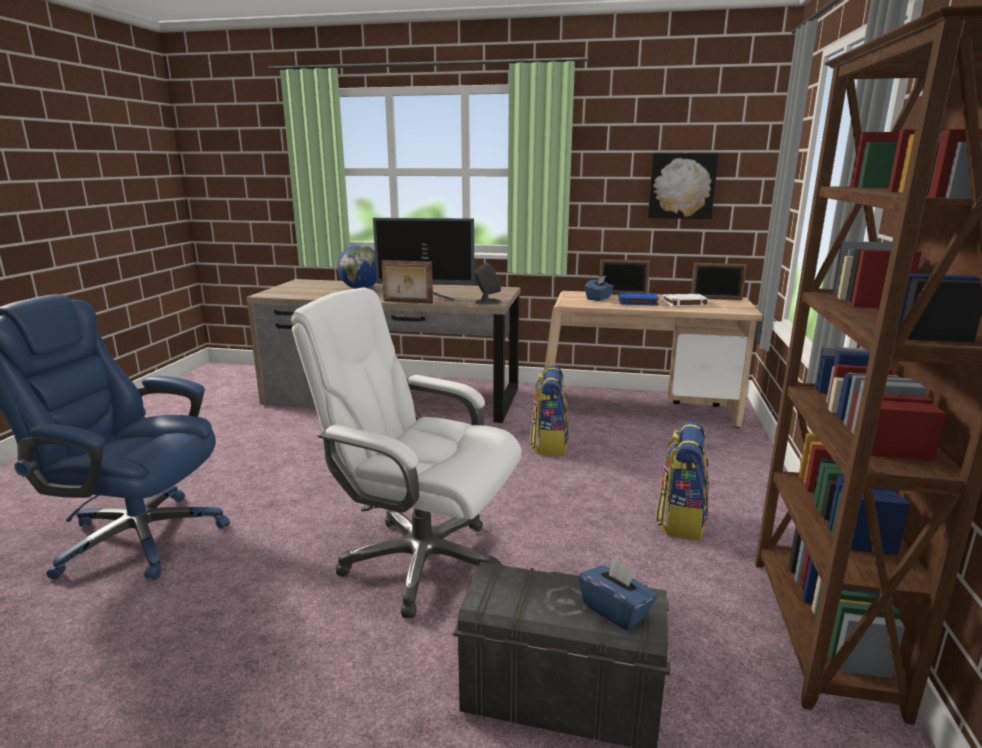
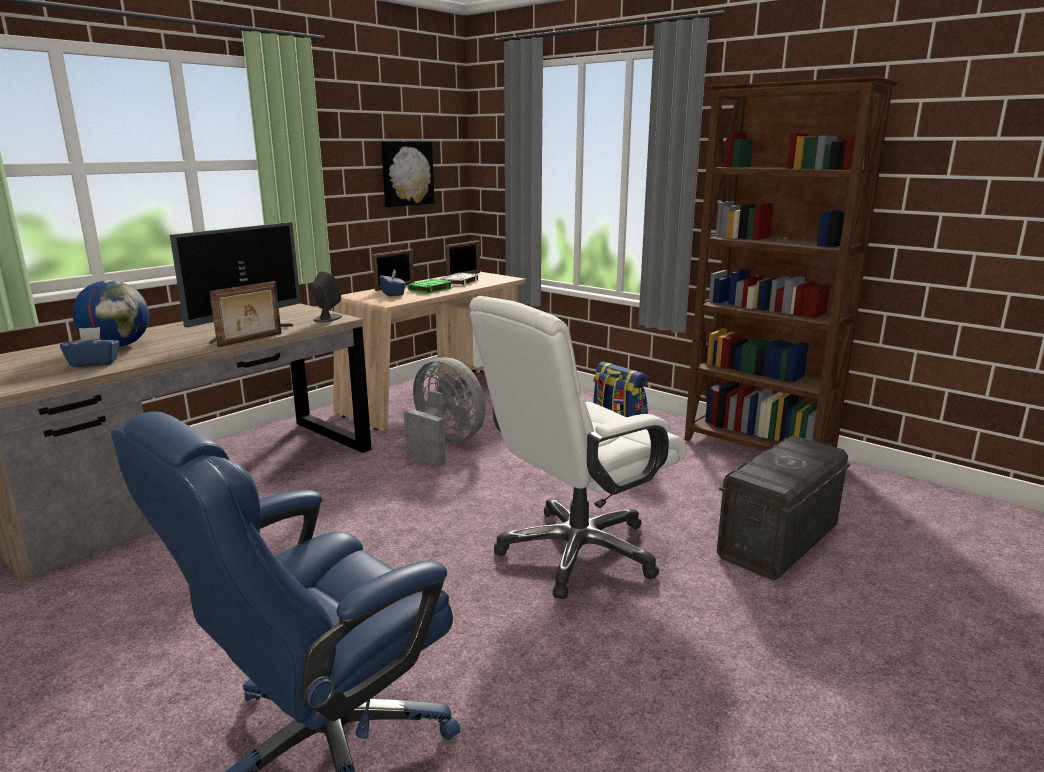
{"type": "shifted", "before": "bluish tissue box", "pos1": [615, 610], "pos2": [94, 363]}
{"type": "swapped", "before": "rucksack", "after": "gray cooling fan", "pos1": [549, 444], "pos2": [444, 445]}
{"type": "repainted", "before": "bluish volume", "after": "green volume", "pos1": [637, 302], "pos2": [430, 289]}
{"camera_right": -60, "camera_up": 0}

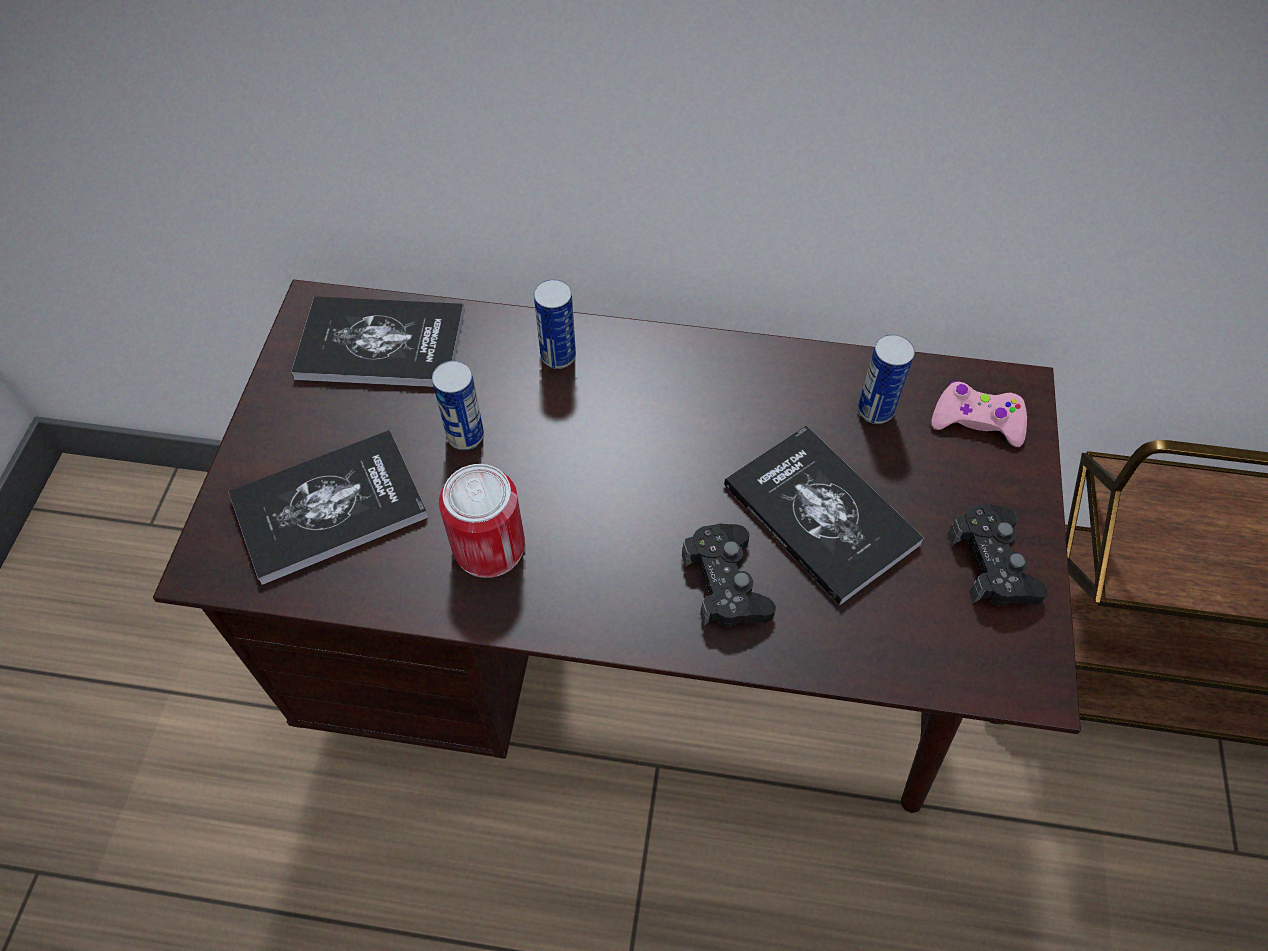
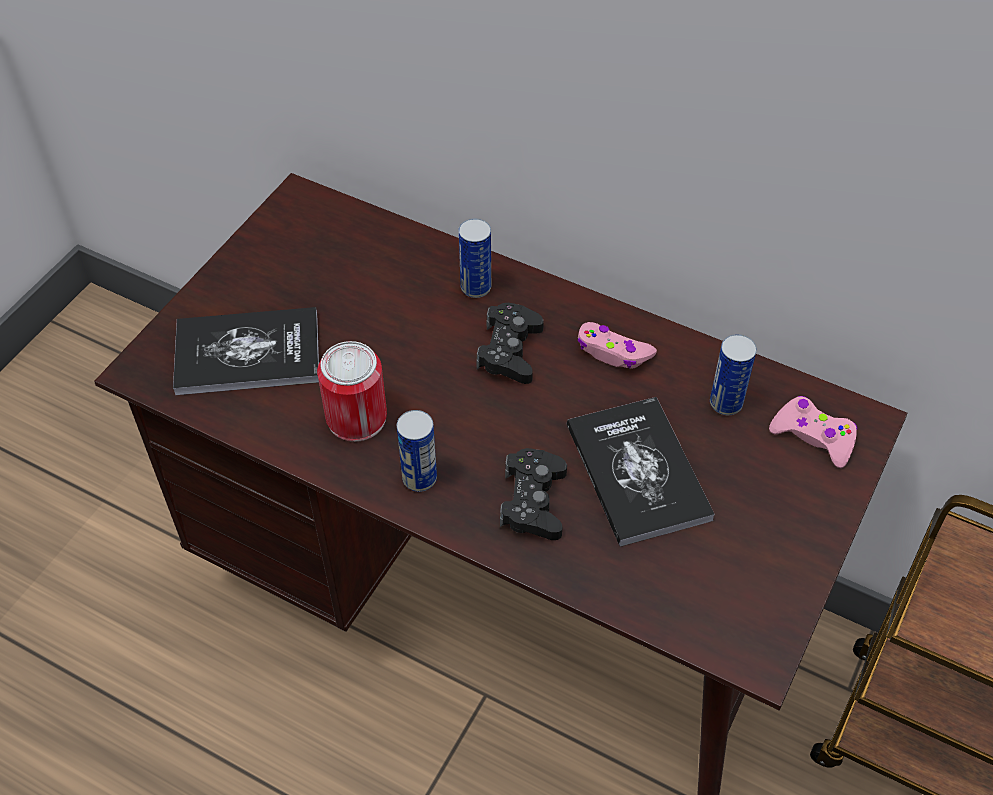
{"type": "shifted", "before": "sealed can", "pos1": [465, 436], "pos2": [419, 478]}
{"type": "shifted", "before": "blackish game controller", "pos1": [993, 564], "pos2": [510, 351]}
{"type": "new", "after": "pink-coloured game controller", "pos2": [613, 352]}
{"type": "gone", "before": "volume", "pos1": [381, 344]}
{"camera_right": 20, "camera_up": -5}

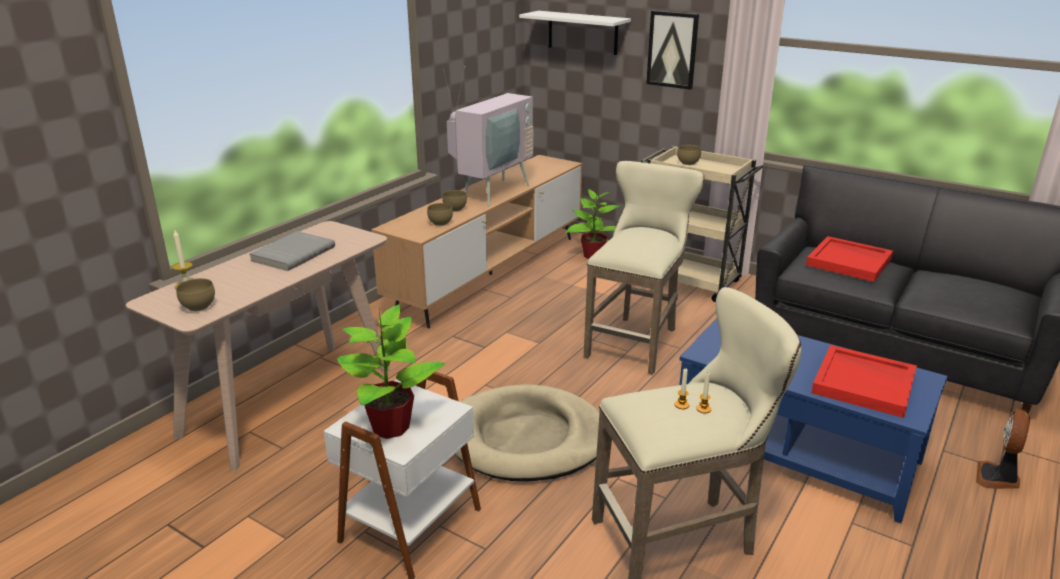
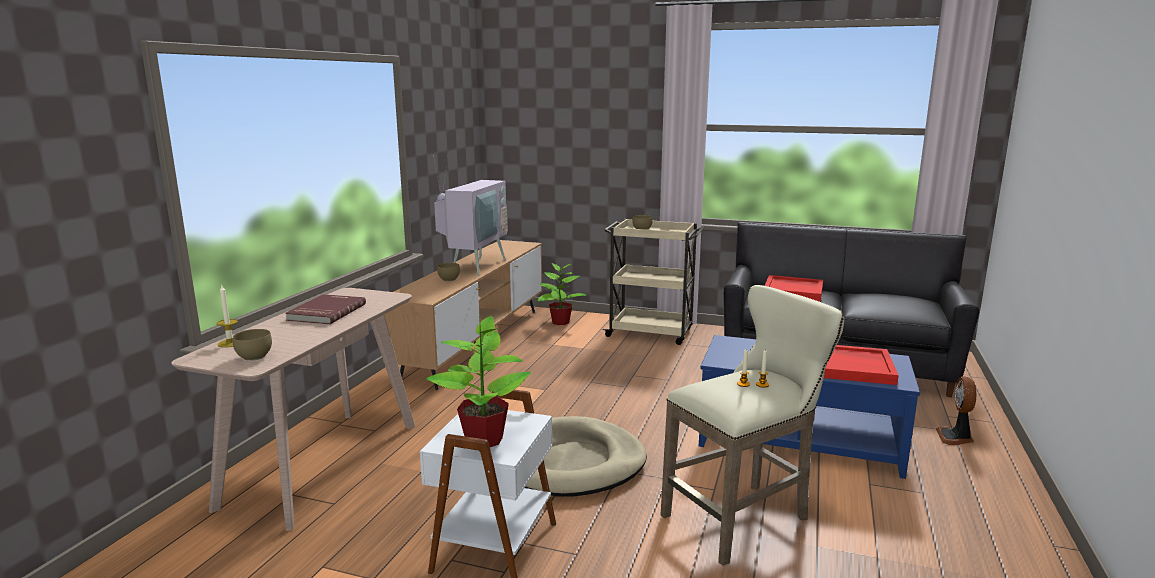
{"type": "repainted", "before": "gray volume", "after": "reddish volume", "pos1": [292, 253], "pos2": [326, 312]}
{"type": "gone", "before": "brown-coloured bowl", "pos1": [441, 223]}
{"type": "gone", "before": "whitish bracket shelf", "pos1": [582, 32]}
{"type": "gone", "before": "beige sitting stool", "pos1": [636, 341]}
{"type": "gone", "before": "wall art", "pos1": [672, 49]}
{"camera_right": -15, "camera_up": -10}

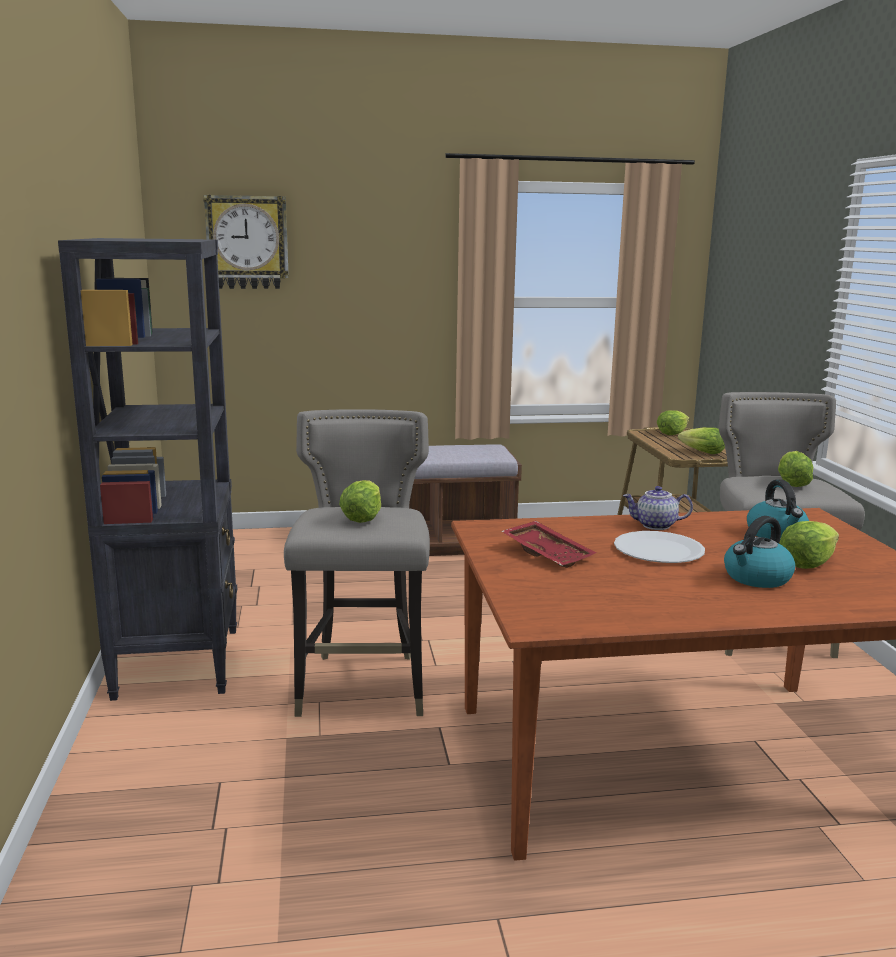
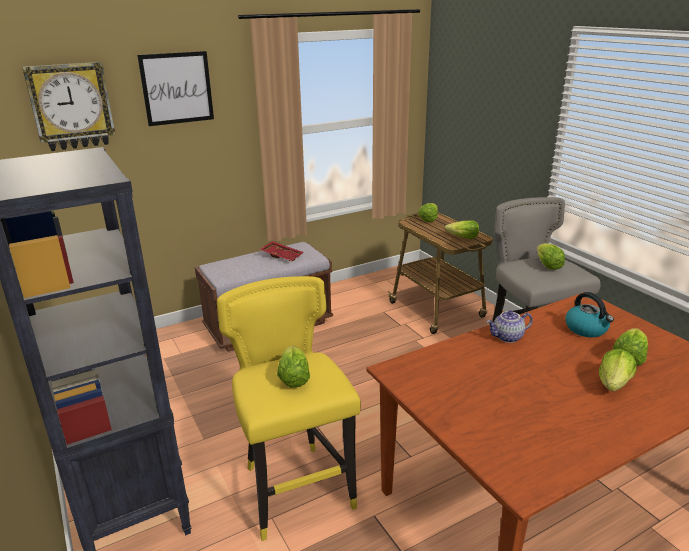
{"type": "new", "after": "wall art", "pos2": [177, 88]}
{"type": "repainted", "before": "gray sitting stool", "after": "yellow-coloured sitting stool", "pos1": [363, 685], "pos2": [296, 489]}
{"type": "shifted", "before": "reddish serving tray", "pos1": [548, 554], "pos2": [282, 255]}
{"type": "swapped", "before": "tea kettle", "after": "head of lettuce", "pos1": [756, 578], "pos2": [614, 384]}
{"type": "gone", "before": "whitish plate", "pos1": [658, 550]}
{"camera_right": -20, "camera_up": 10}

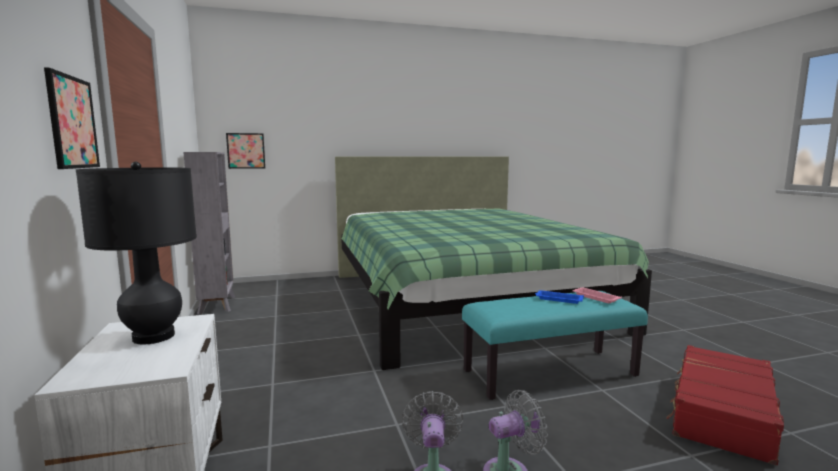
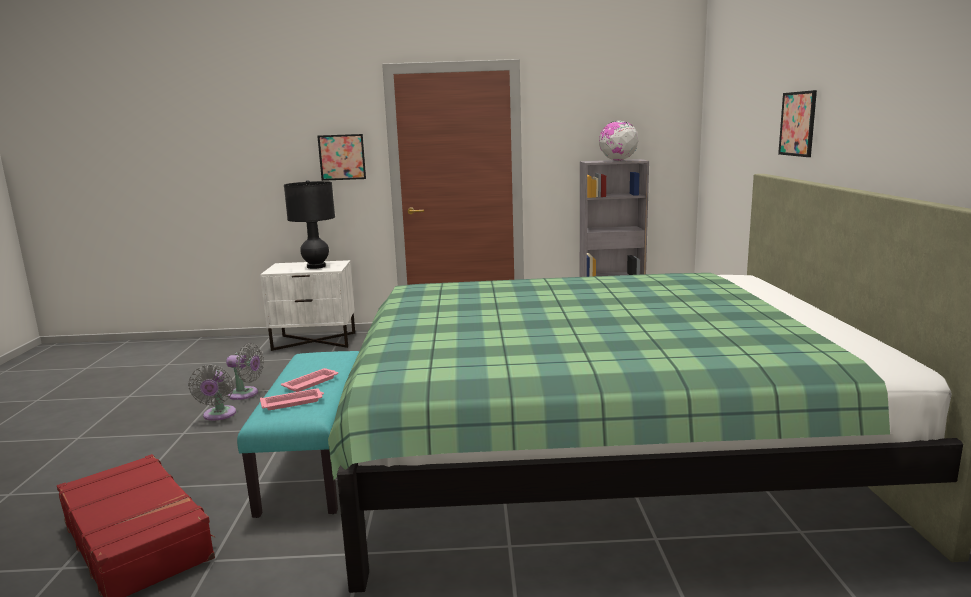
{"type": "repainted", "before": "bluish serving tray", "after": "pink-coloured serving tray", "pos1": [558, 299], "pos2": [311, 383]}
{"type": "new", "after": "desk globe", "pos2": [618, 160]}
{"type": "shifted", "before": "wall art", "pos1": [246, 150], "pos2": [798, 124]}
{"camera_right": 105, "camera_up": 5}

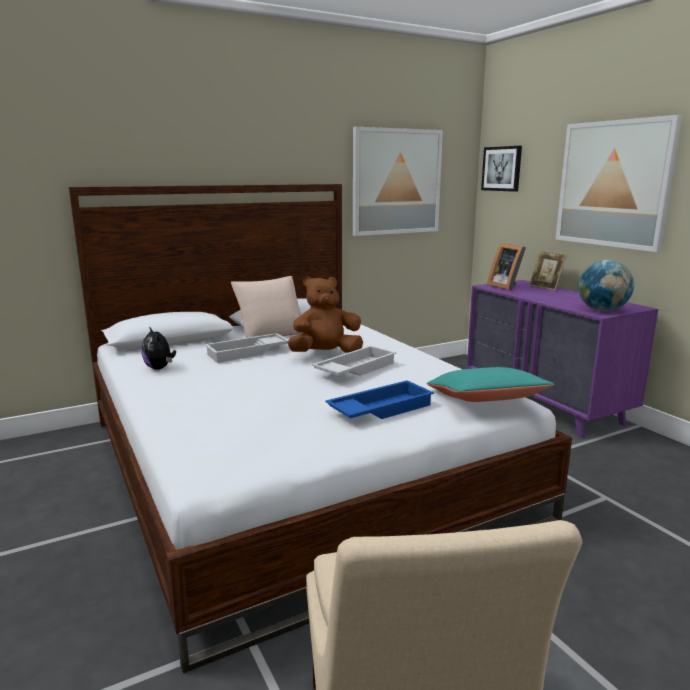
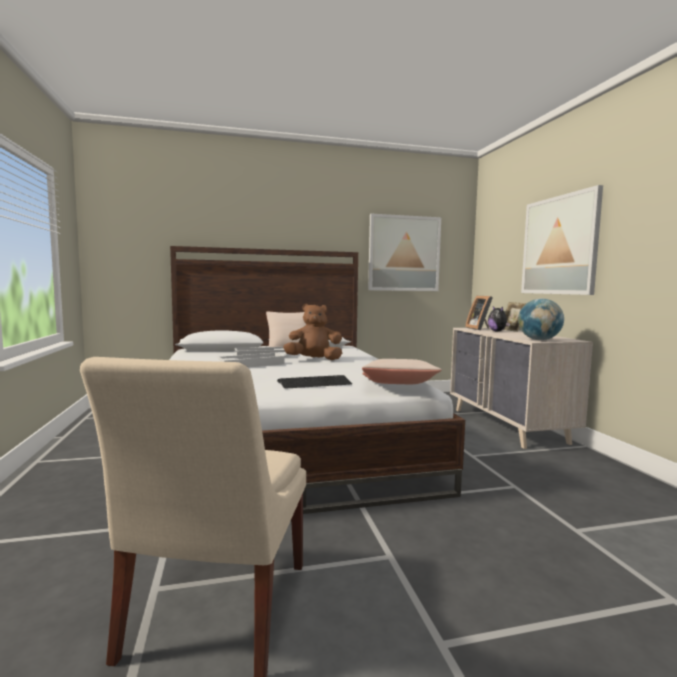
{"type": "shifted", "before": "whitish serving tray", "pos1": [355, 369], "pos2": [252, 364]}
{"type": "swapped", "before": "bluish serving tray", "after": "keyboard", "pos1": [380, 408], "pos2": [315, 383]}
{"type": "repainted", "before": "blue-green pillow", "after": "beige pillow", "pos1": [485, 402], "pos2": [398, 386]}
{"type": "repainted", "before": "purplish dresser", "after": "beige dresser", "pos1": [545, 405], "pos2": [508, 425]}
{"type": "shifted", "before": "plush toy", "pos1": [160, 368], "pos2": [497, 331]}
{"type": "gone", "before": "wall art", "pos1": [502, 168]}
{"camera_right": 15, "camera_up": -10}

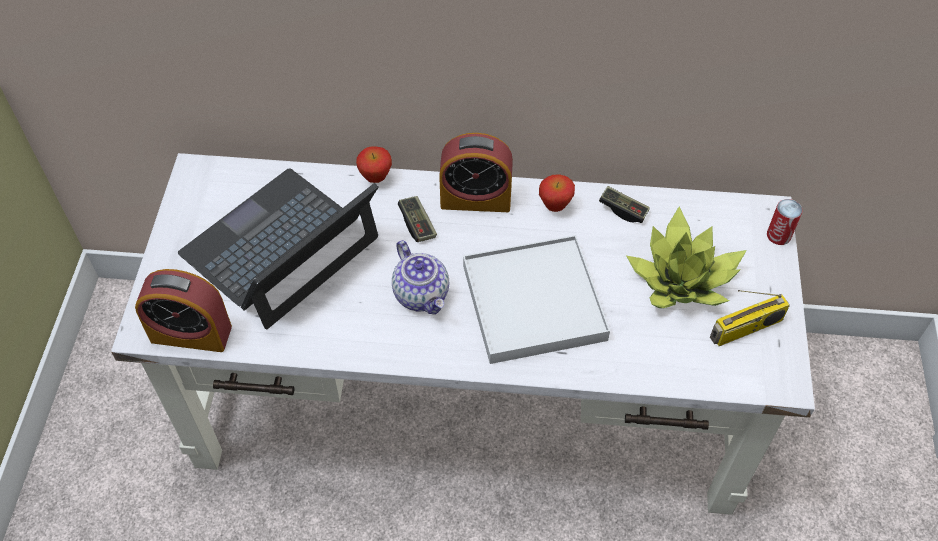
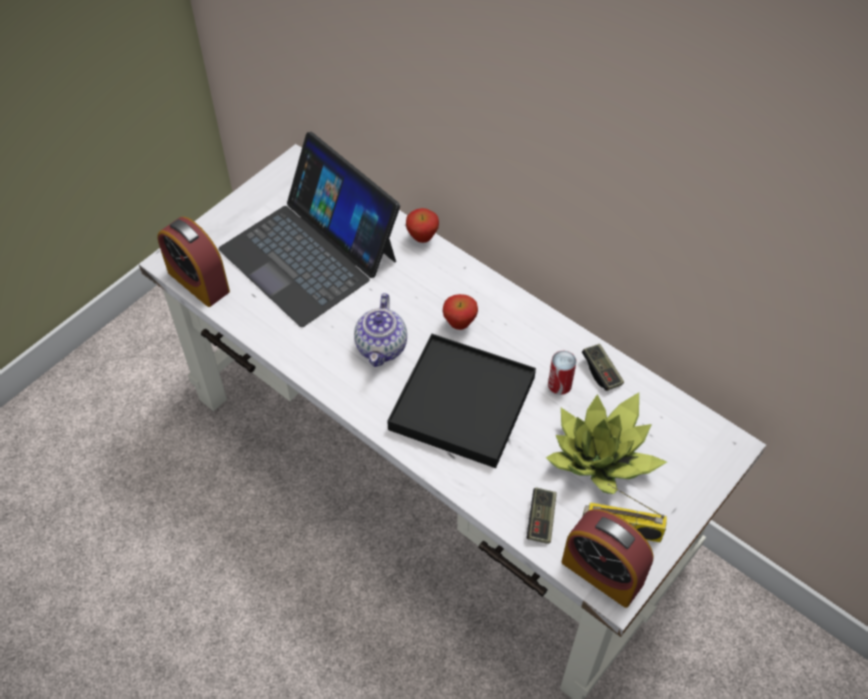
{"type": "rotated", "before": "notebook computer", "pos1": [281, 247], "pos2": [310, 254], "turn": -120}
{"type": "repainted", "before": "whitish serving tray", "after": "blackish serving tray", "pos1": [533, 302], "pos2": [462, 403]}
{"type": "shifted", "before": "apple", "pos1": [555, 206], "pos2": [459, 324]}
{"type": "shifted", "before": "game controller", "pos1": [417, 224], "pos2": [541, 519]}
{"type": "shifted", "before": "sealed can", "pos1": [778, 235], "pos2": [559, 384]}
{"type": "shifted", "before": "bedside clock", "pos1": [475, 199], "pos2": [602, 572]}
{"camera_right": 35, "camera_up": 0}

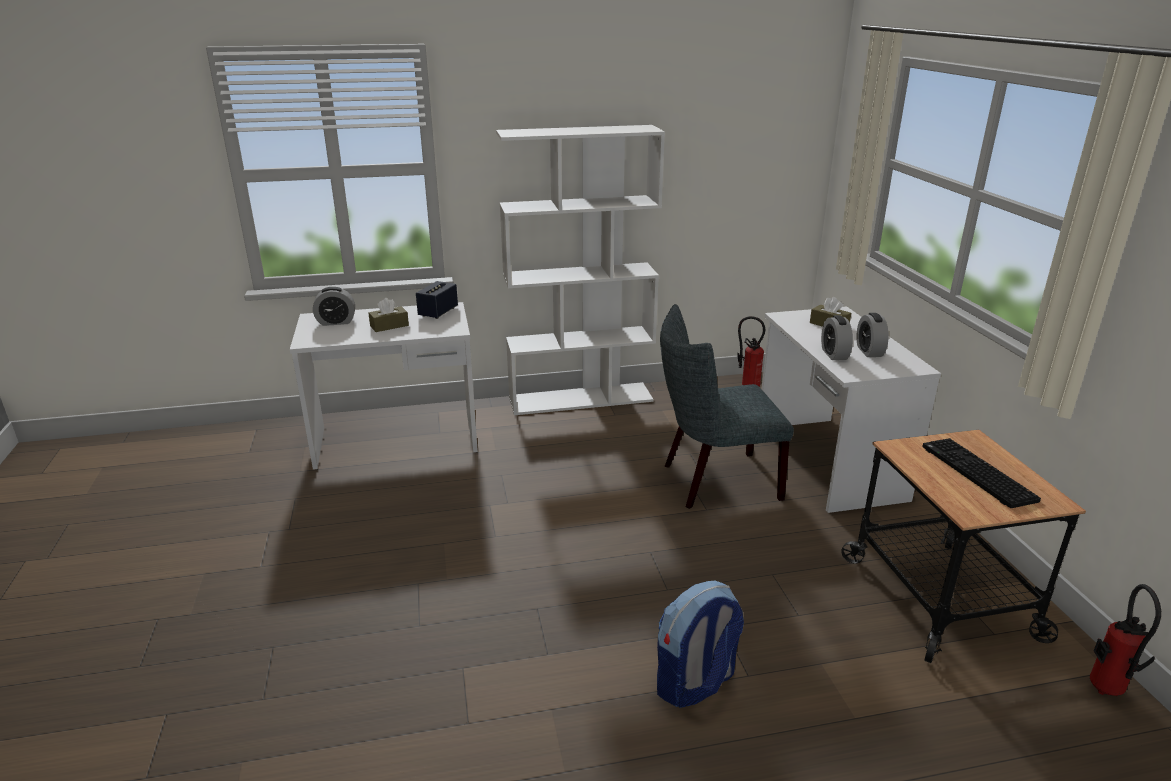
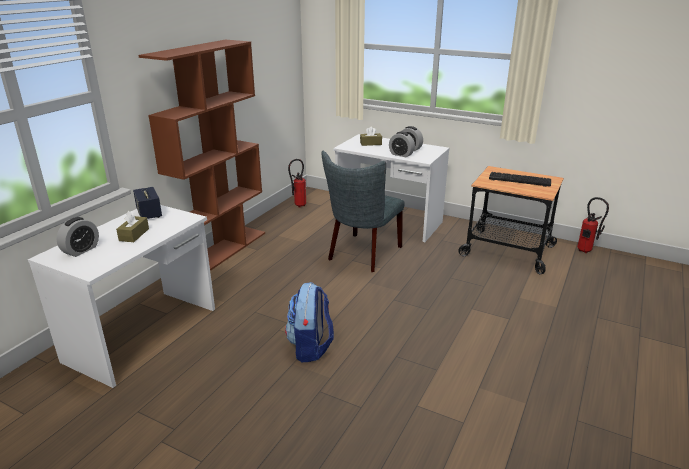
{"type": "repainted", "before": "whitish shelving unit", "after": "brown-coloured shelving unit", "pos1": [581, 399], "pos2": [222, 250]}
{"type": "shifted", "before": "rucksack", "pos1": [695, 683], "pos2": [310, 347]}
{"camera_right": -50, "camera_up": 0}

